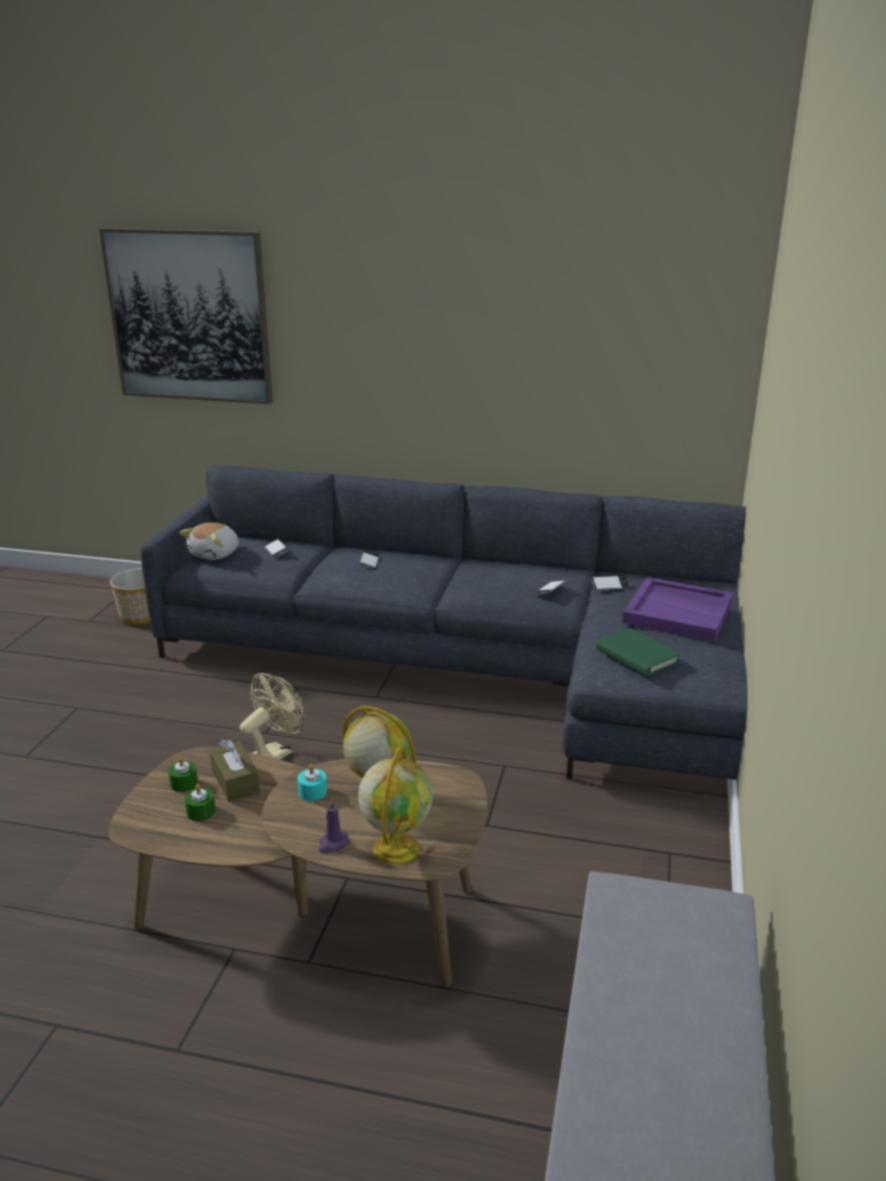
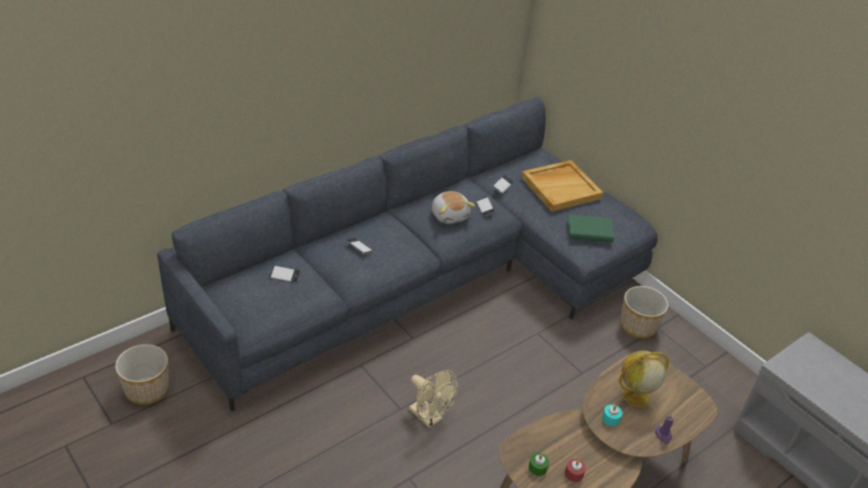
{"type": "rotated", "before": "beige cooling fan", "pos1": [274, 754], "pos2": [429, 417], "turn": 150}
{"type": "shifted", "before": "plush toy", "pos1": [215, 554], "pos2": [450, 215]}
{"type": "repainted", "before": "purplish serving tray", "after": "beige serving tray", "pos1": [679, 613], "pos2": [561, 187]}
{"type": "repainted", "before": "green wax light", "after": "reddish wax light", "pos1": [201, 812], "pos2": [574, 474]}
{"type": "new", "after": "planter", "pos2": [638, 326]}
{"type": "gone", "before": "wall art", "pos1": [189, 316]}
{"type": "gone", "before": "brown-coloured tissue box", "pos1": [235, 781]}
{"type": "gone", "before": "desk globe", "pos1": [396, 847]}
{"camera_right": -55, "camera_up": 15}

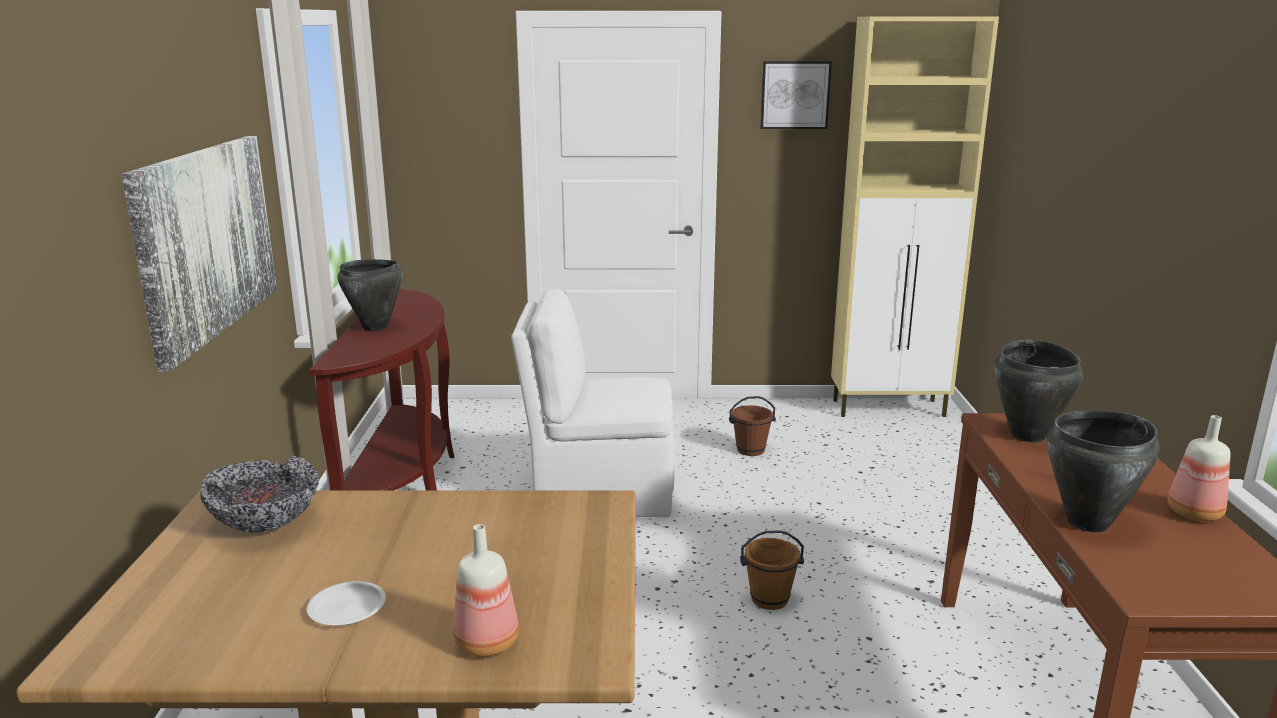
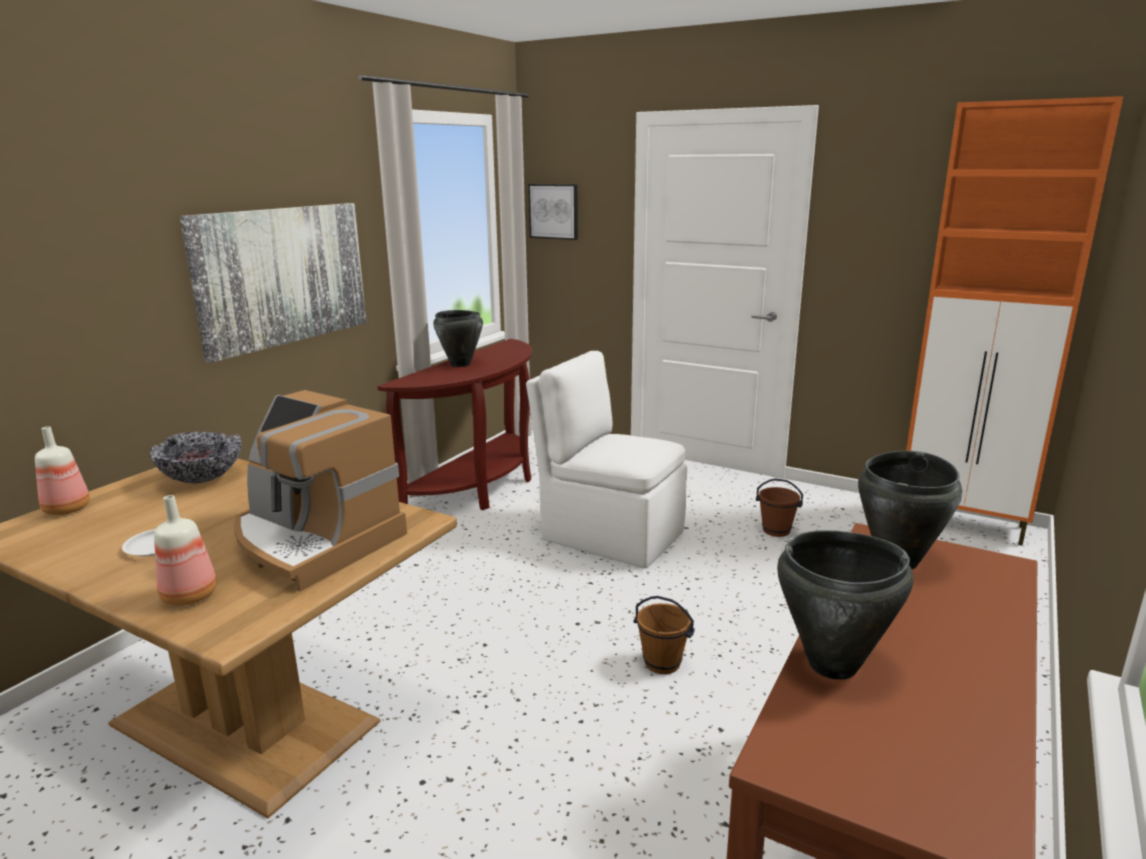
{"type": "shifted", "before": "beverage bottle", "pos1": [1192, 513], "pos2": [67, 509]}
{"type": "new", "after": "coffee brewer", "pos2": [313, 541]}
{"type": "shifted", "before": "wall art", "pos1": [795, 95], "pos2": [554, 211]}
{"type": "repainted", "before": "beige cabinet", "after": "orange-coloured cabinet", "pos1": [890, 408], "pos2": [963, 524]}
{"camera_right": 30, "camera_up": 0}

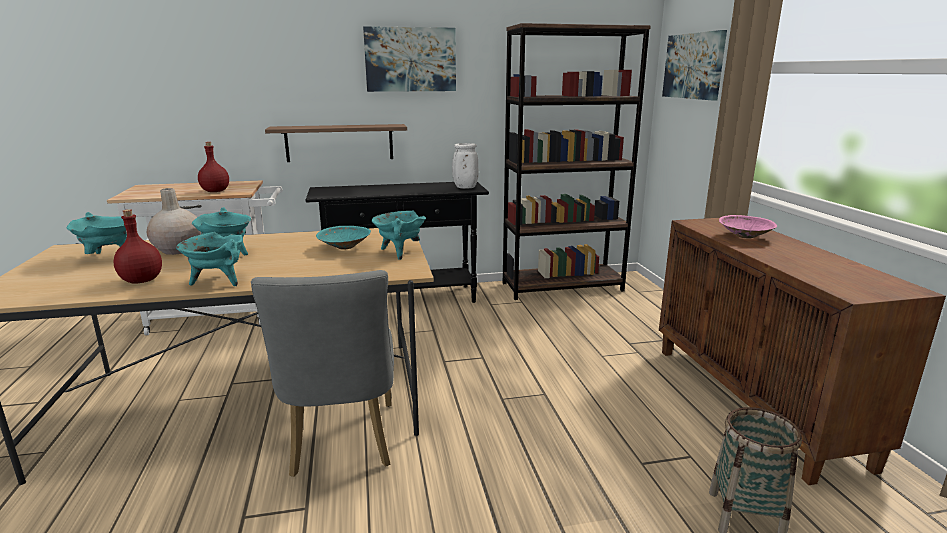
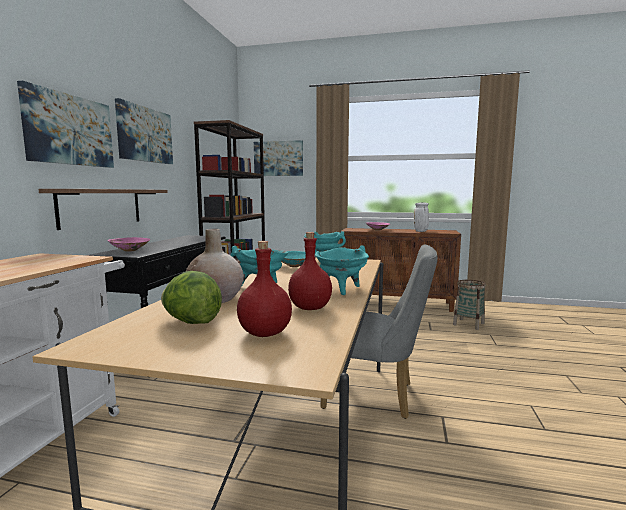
{"type": "new", "after": "wall art", "pos2": [69, 130]}
{"type": "new", "after": "pink-coloured bowl", "pos2": [130, 251]}
{"type": "swapped", "before": "blue-green saucepot", "after": "head of lettuce", "pos1": [108, 257], "pos2": [191, 322]}
{"type": "shifted", "before": "reddish beverage bottle", "pos1": [216, 191], "pos2": [264, 333]}
{"type": "shifted", "before": "whitish flower vase", "pos1": [464, 187], "pos2": [421, 231]}
{"camera_right": -65, "camera_up": -10}

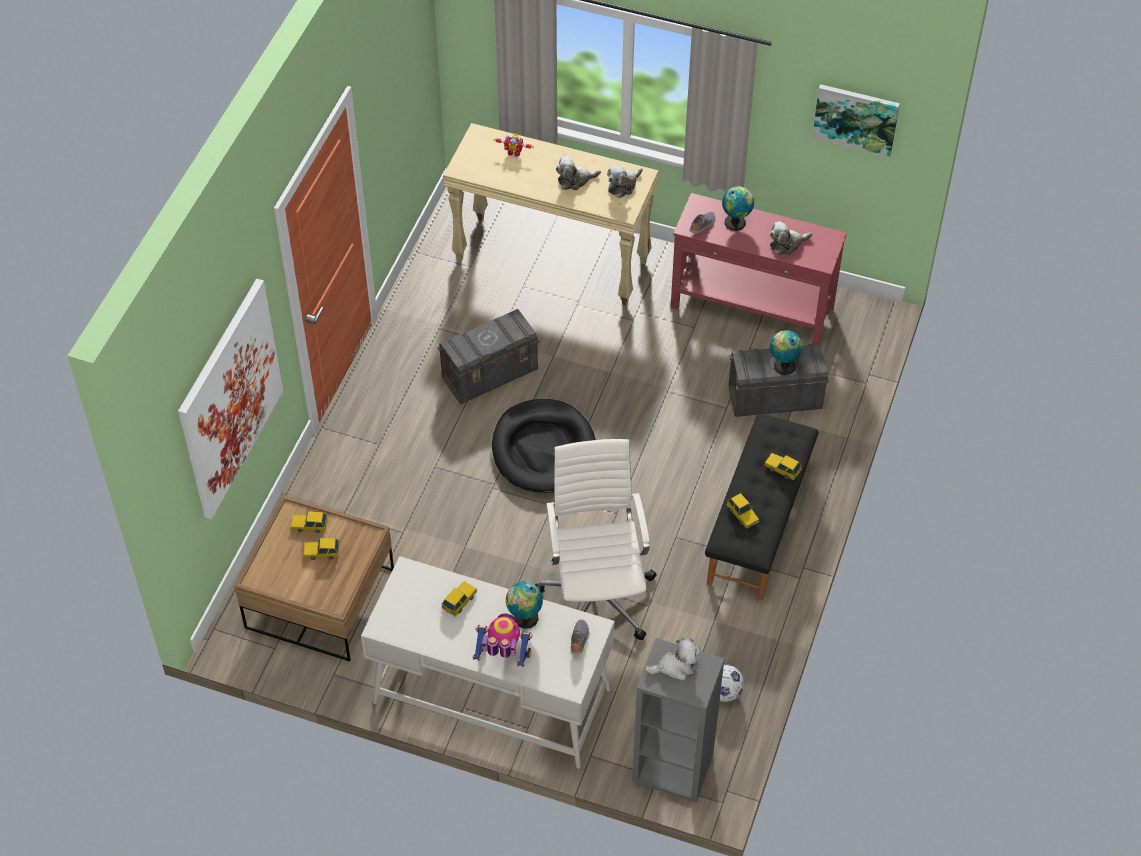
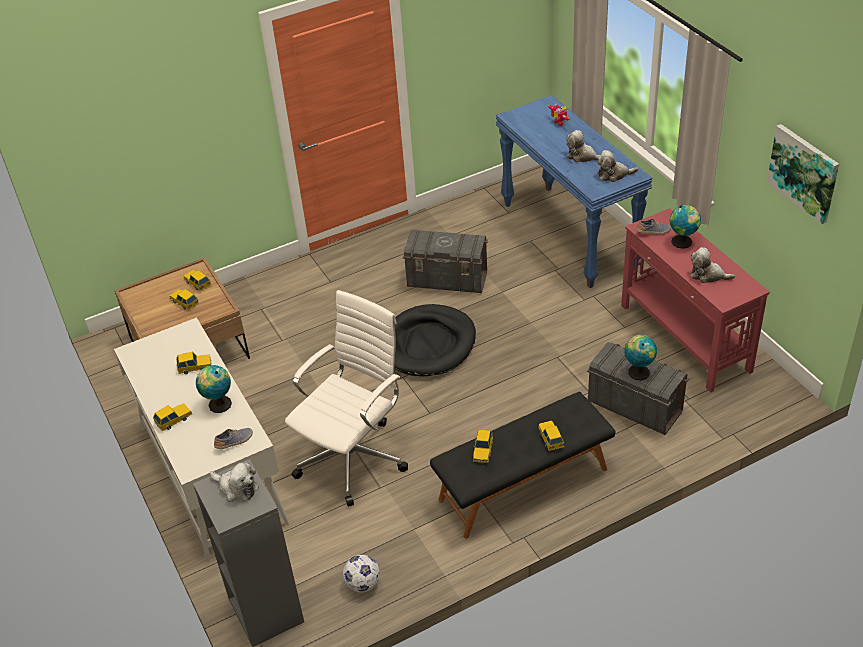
{"type": "swapped", "before": "model robot", "after": "toy car", "pos1": [503, 658], "pos2": [173, 419]}
{"type": "repainted", "before": "beige narrow table", "after": "bluish narrow table", "pos1": [552, 260], "pos2": [569, 235]}
{"type": "gone", "before": "wall art", "pos1": [229, 398]}
{"camera_right": 45, "camera_up": -10}

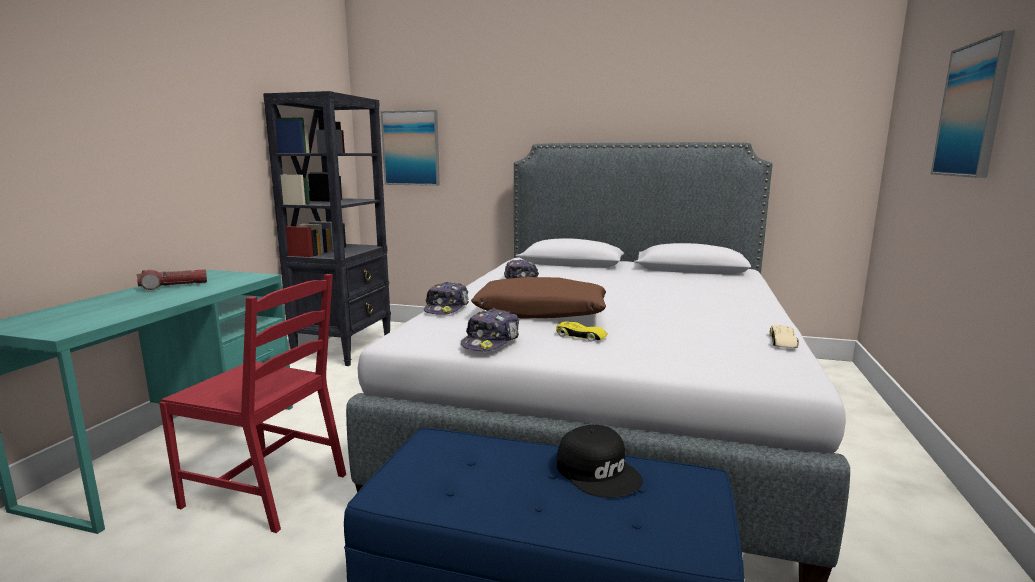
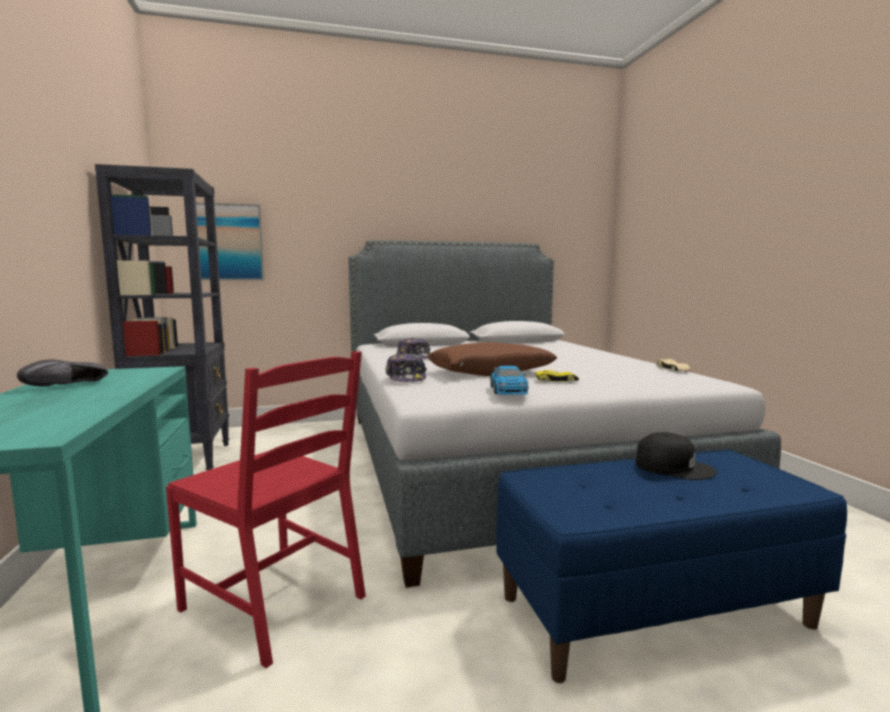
{"type": "swapped", "before": "flashlight", "after": "blackish item of footwear", "pos1": [174, 286], "pos2": [69, 386]}
{"type": "rotated", "before": "reddish upright chair", "pos1": [268, 489], "pos2": [276, 602], "turn": 45}
{"type": "swapped", "before": "baseball cap", "after": "toy car", "pos1": [491, 341], "pos2": [508, 391]}
{"type": "gone", "before": "wall art", "pos1": [973, 110]}
{"camera_right": -30, "camera_up": -5}

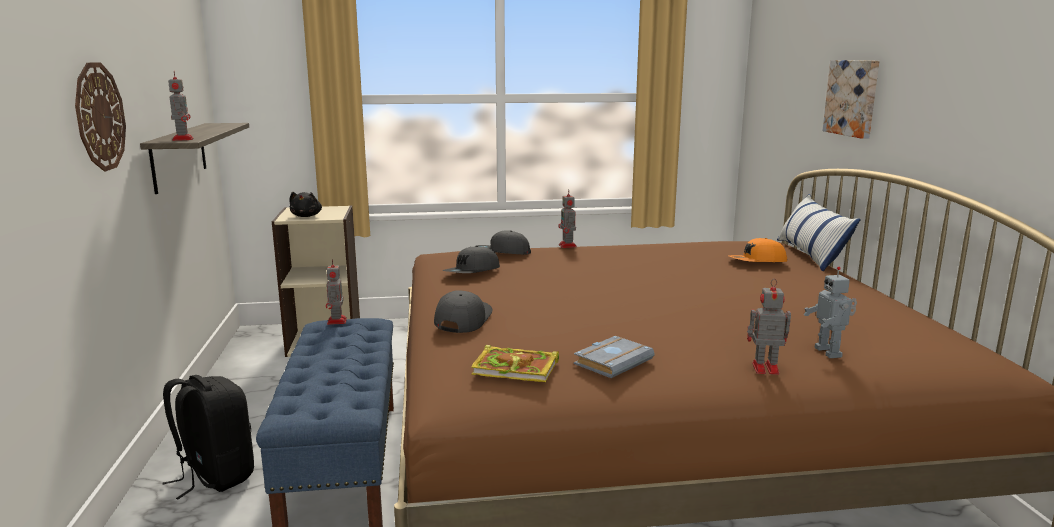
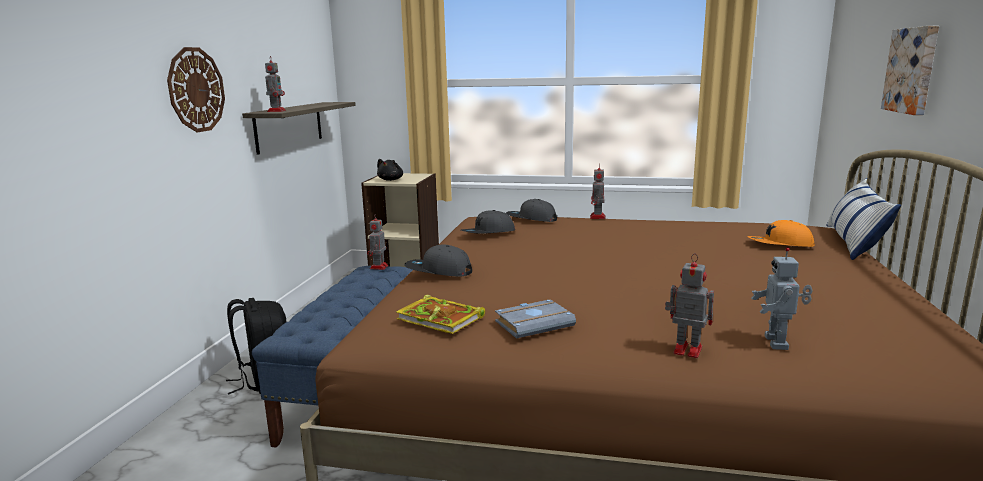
{"type": "rotated", "before": "gray baseball cap", "pos1": [462, 319], "pos2": [438, 272], "turn": -105}
{"camera_right": 20, "camera_up": 0}

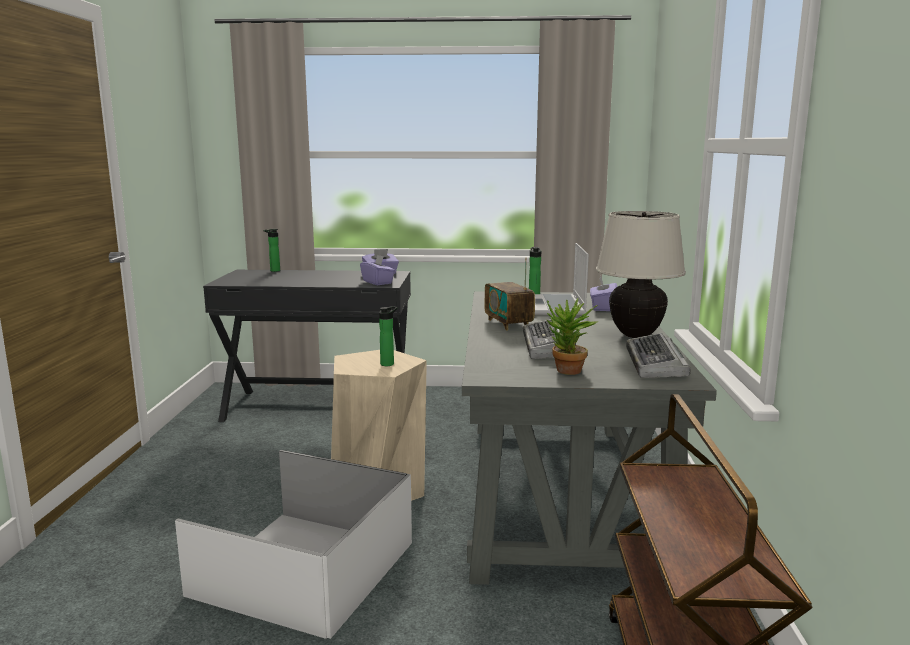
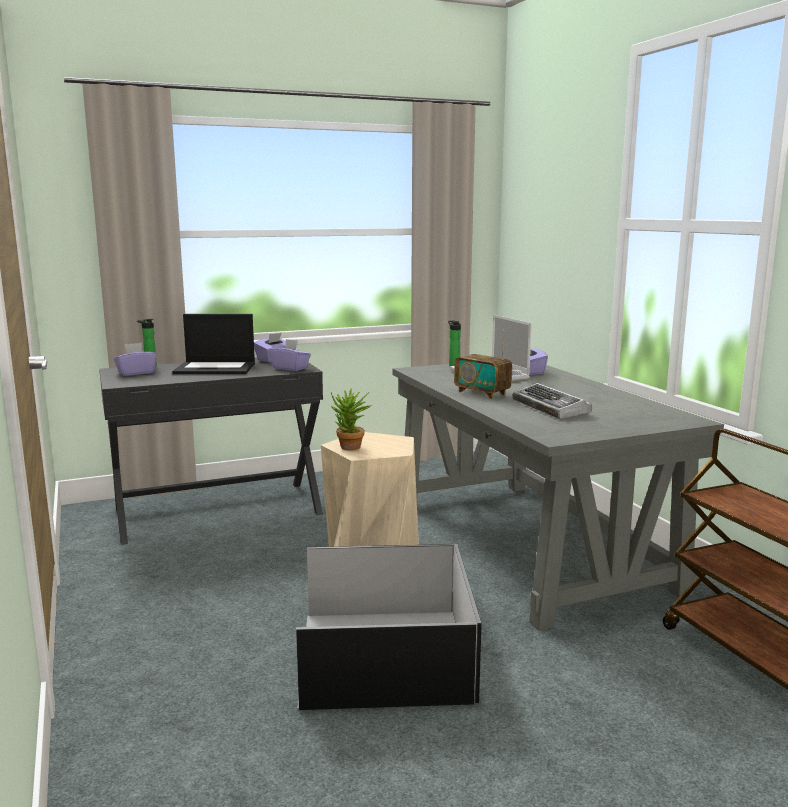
{"type": "new", "after": "purplish tissue box", "pos2": [136, 373]}
{"type": "new", "after": "notebook computer", "pos2": [216, 368]}
{"type": "repainted", "before": "whitish storage box", "after": "blackish storage box", "pos1": [305, 566], "pos2": [384, 654]}
{"type": "shifted", "before": "plant in a pot", "pos1": [567, 372], "pos2": [350, 448]}
{"type": "gone", "before": "beverage bottle", "pos1": [388, 364]}
{"type": "gone", "before": "beige tabletop lamp", "pos1": [636, 335]}
{"type": "gone", "before": "keyboard", "pos1": [656, 364]}
{"camera_right": -25, "camera_up": 0}

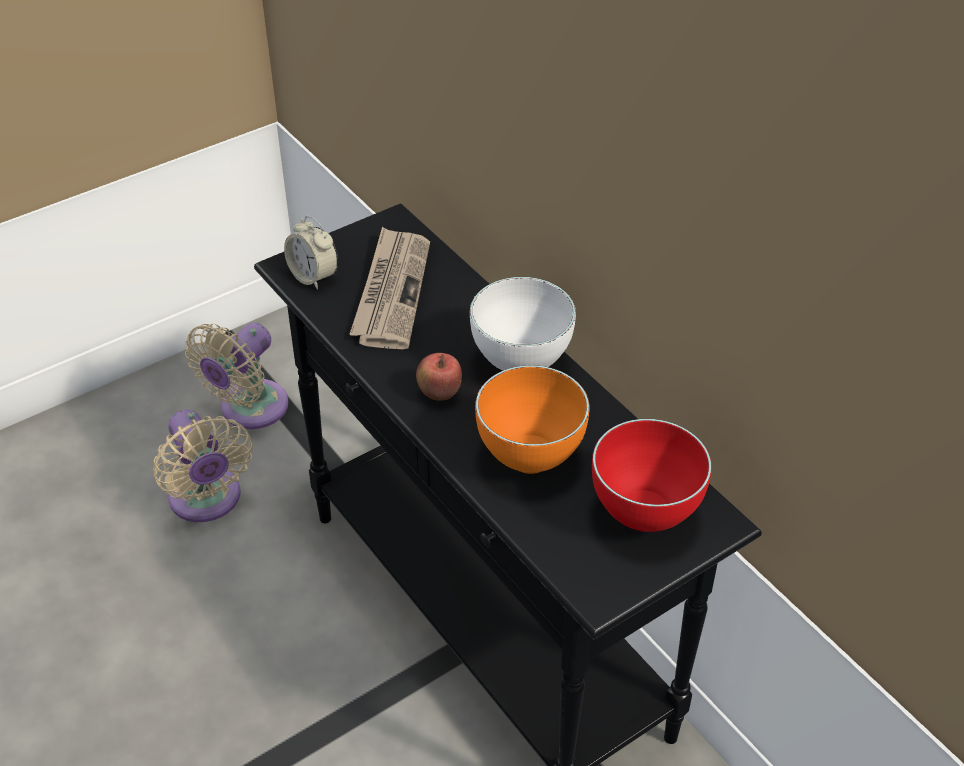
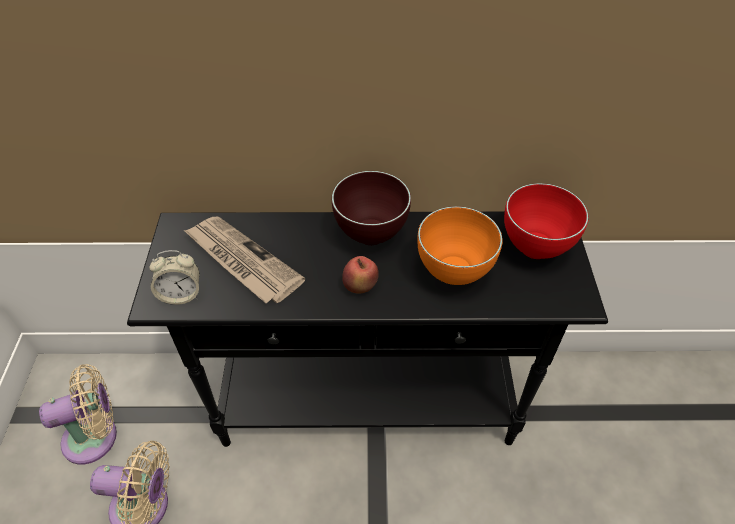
{"type": "rotated", "before": "beige cooling fan", "pos1": [249, 410], "pos2": [96, 436], "turn": -90}
{"type": "repainted", "before": "whitish bowl", "after": "brown-coloured bowl", "pos1": [521, 364], "pos2": [369, 235]}
{"camera_right": -55, "camera_up": 5}

